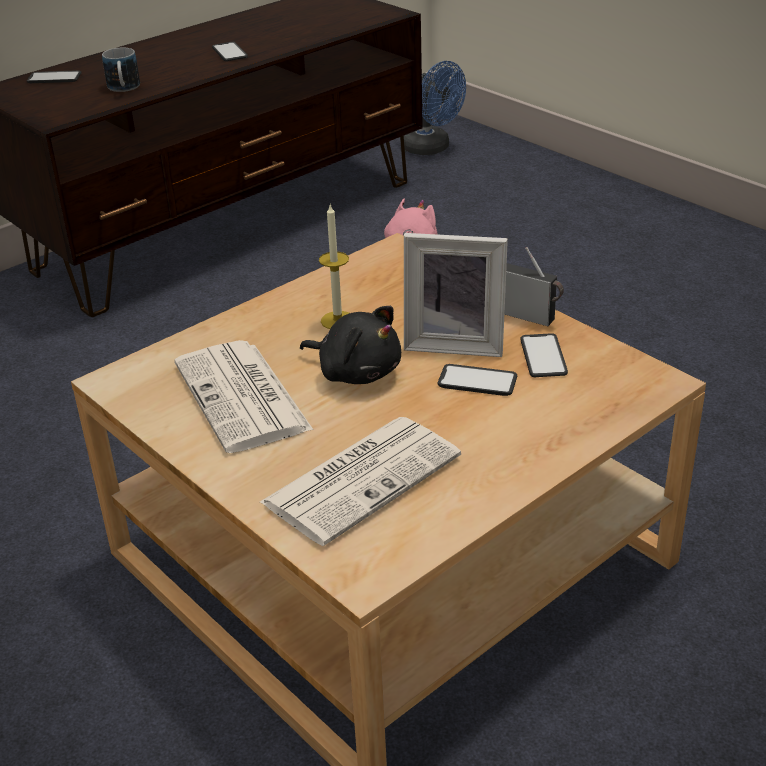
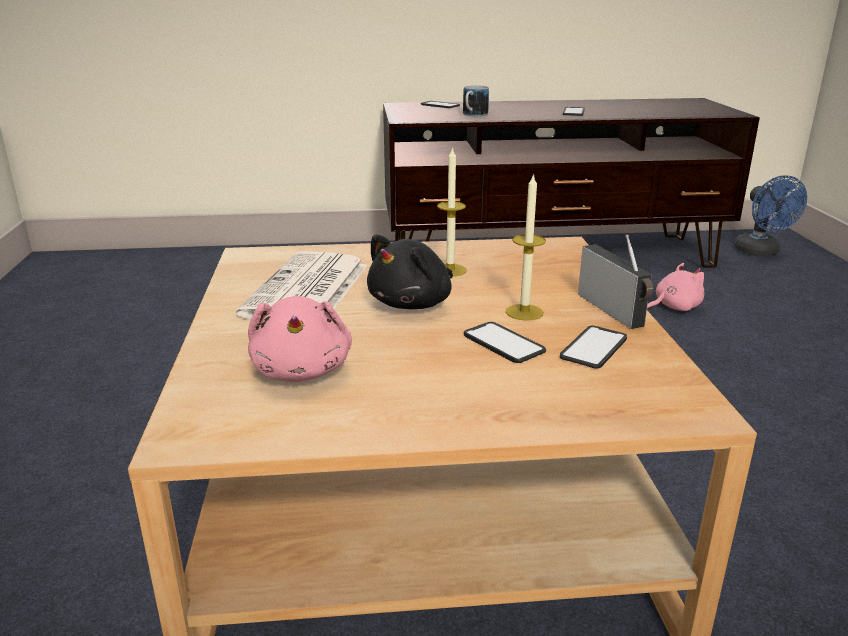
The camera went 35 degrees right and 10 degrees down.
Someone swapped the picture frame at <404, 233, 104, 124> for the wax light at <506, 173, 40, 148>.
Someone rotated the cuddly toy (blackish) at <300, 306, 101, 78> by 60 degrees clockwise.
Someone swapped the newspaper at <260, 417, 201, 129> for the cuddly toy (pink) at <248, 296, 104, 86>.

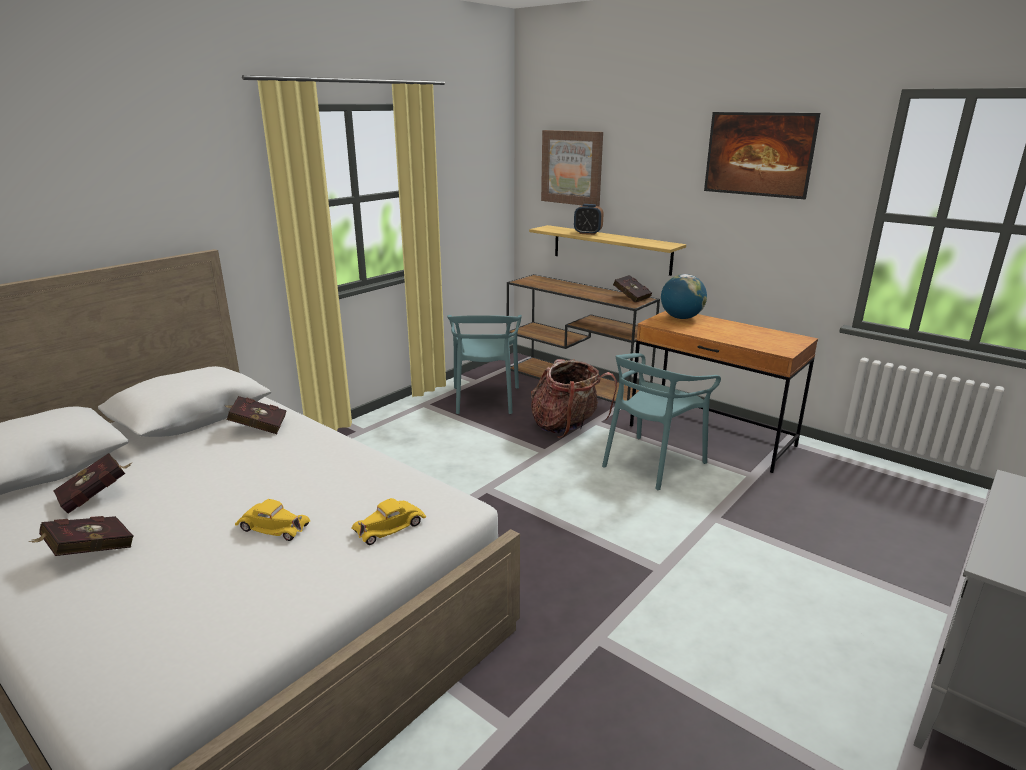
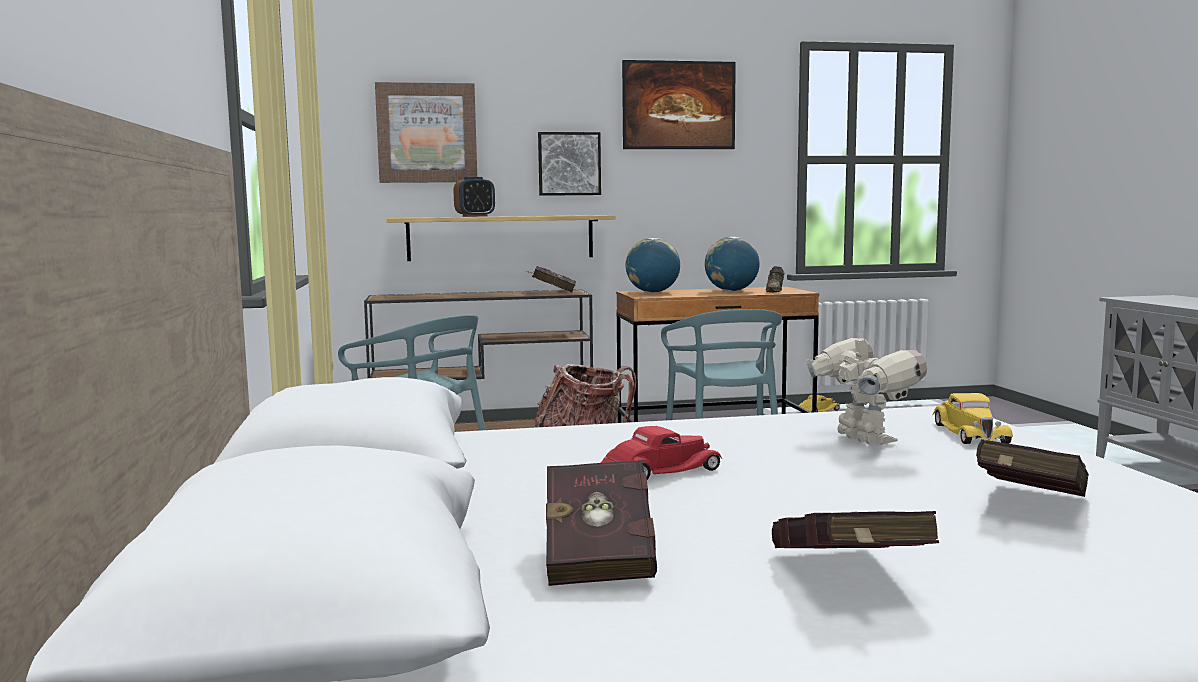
The camera went 50 degrees left and 15 degrees down.
Someone carried the book (red) from <224, 396, 63, 38> to <976, 439, 113, 58>.
Someone carried the toy car (yellow) from <235, 499, 75, 42> to <799, 395, 41, 17>.
Someone put up the picture at <538, 132, 63, 64>.
Someone put down the desk globe at <705, 237, 55, 54>.
Someone put down the item of footwear (brown-coloured) at <766, 266, 19, 26>.
Someone put down the model robot at <806, 329, 121, 116>.
Someone put down the toy car (red) at <601, 426, 121, 54>.

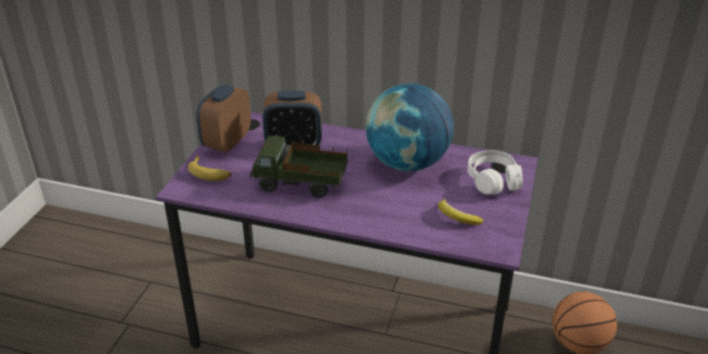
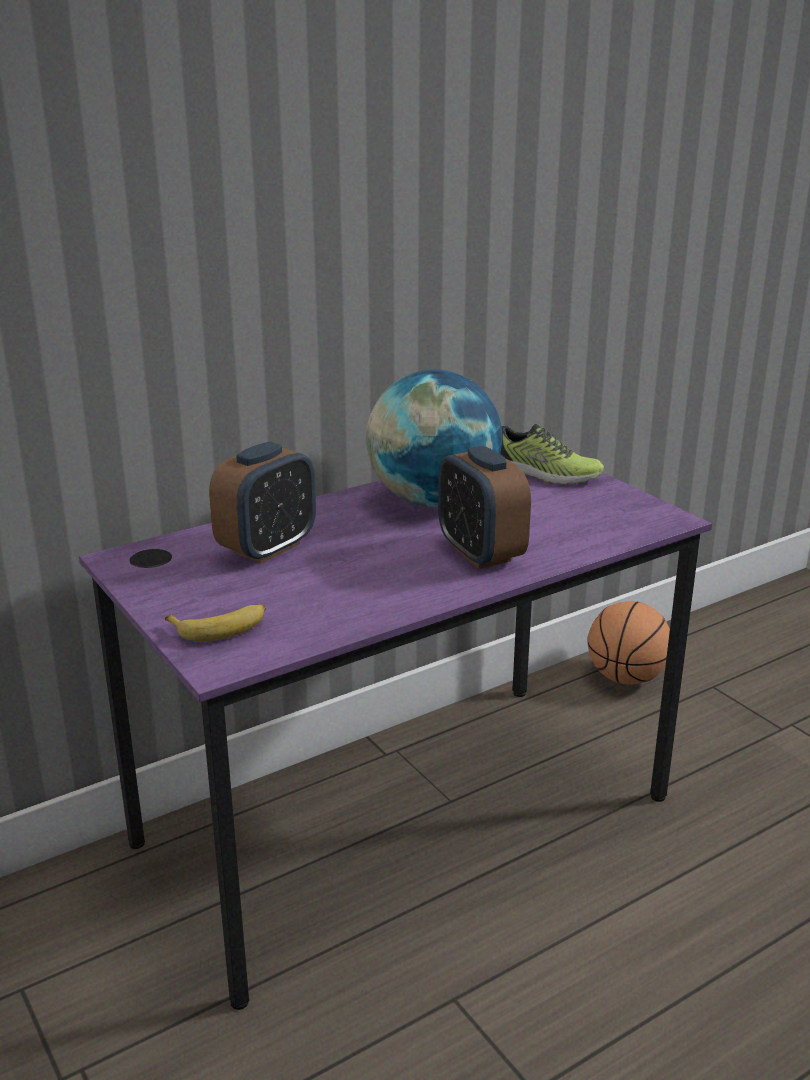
The camera went 50 degrees left and 10 degrees down.
Someone carried the table clock from <196, 85, 55, 68> to <438, 446, 93, 123>.
Someone took away the toy truck at <250, 136, 98, 62>.
Someone swapped the pair of headphones (white) at <468, 150, 55, 45> for the item of footwear at <500, 424, 104, 60>.
Someone took away the banana at <438, 199, 46, 26>.

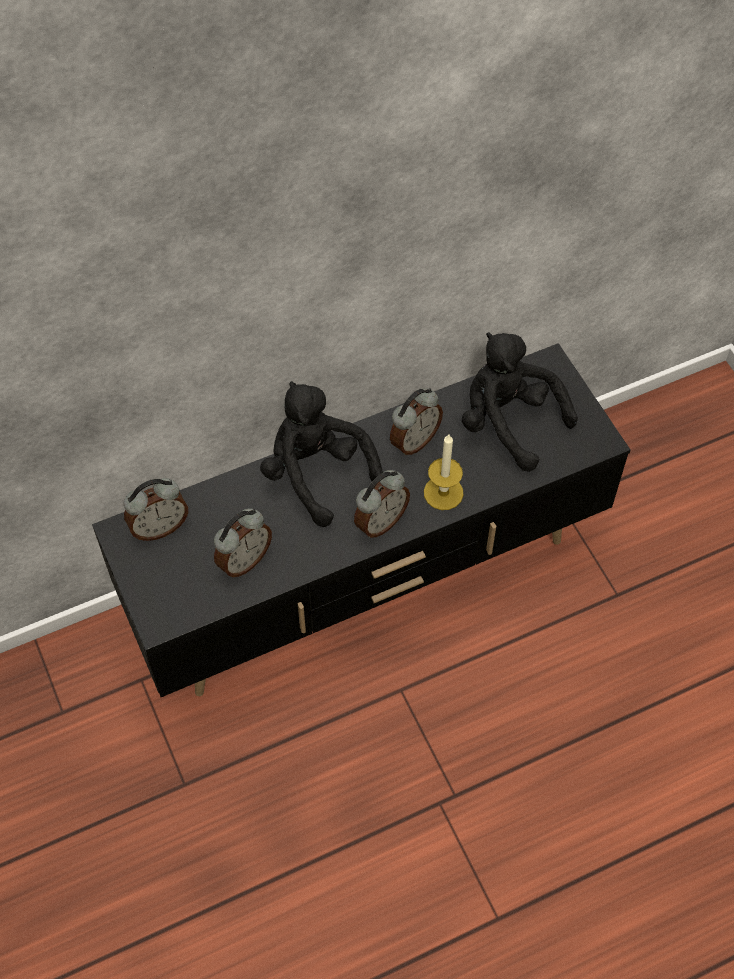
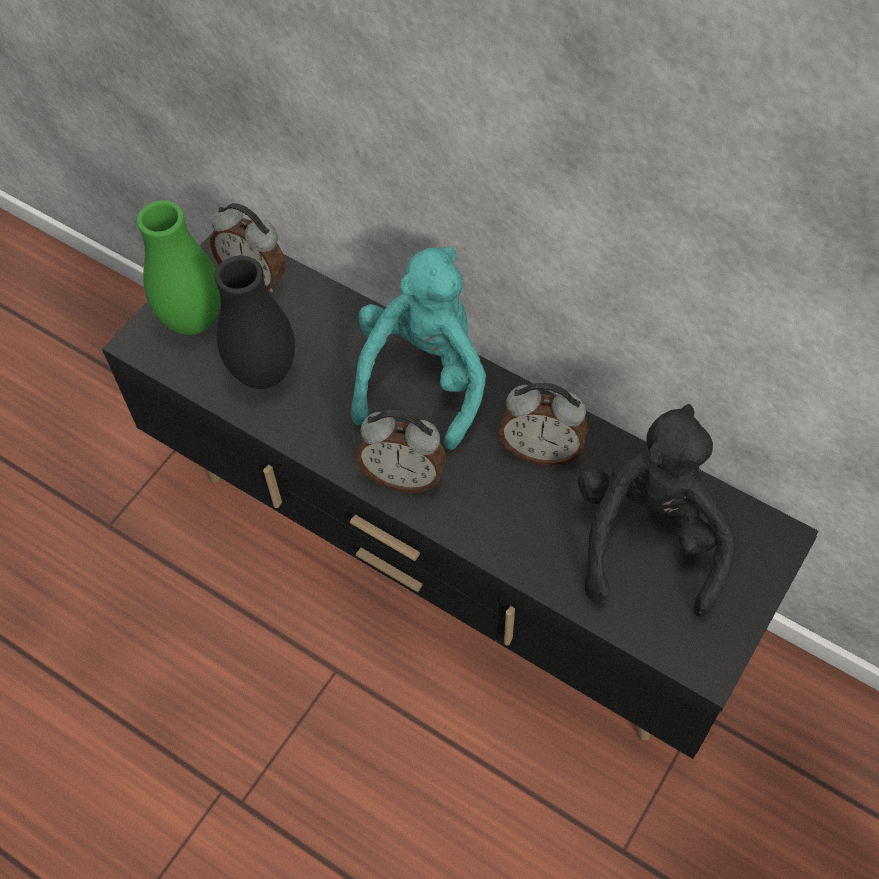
The camera went 60 degrees right and 0 degrees up.
Someone repainted the cuddly toy (blackish) at <260, 381, 123, 146>, which became the cuddly toy (turquoise-coloured) at <351, 246, 135, 204>.
Someone took away the wax light at <424, 435, 40, 75>.
Someone swapped the table clock at <214, 509, 58, 68> for the vase (blackish) at <215, 255, 80, 134>.
Someone put down the vase (green) at <137, 200, 84, 135>.

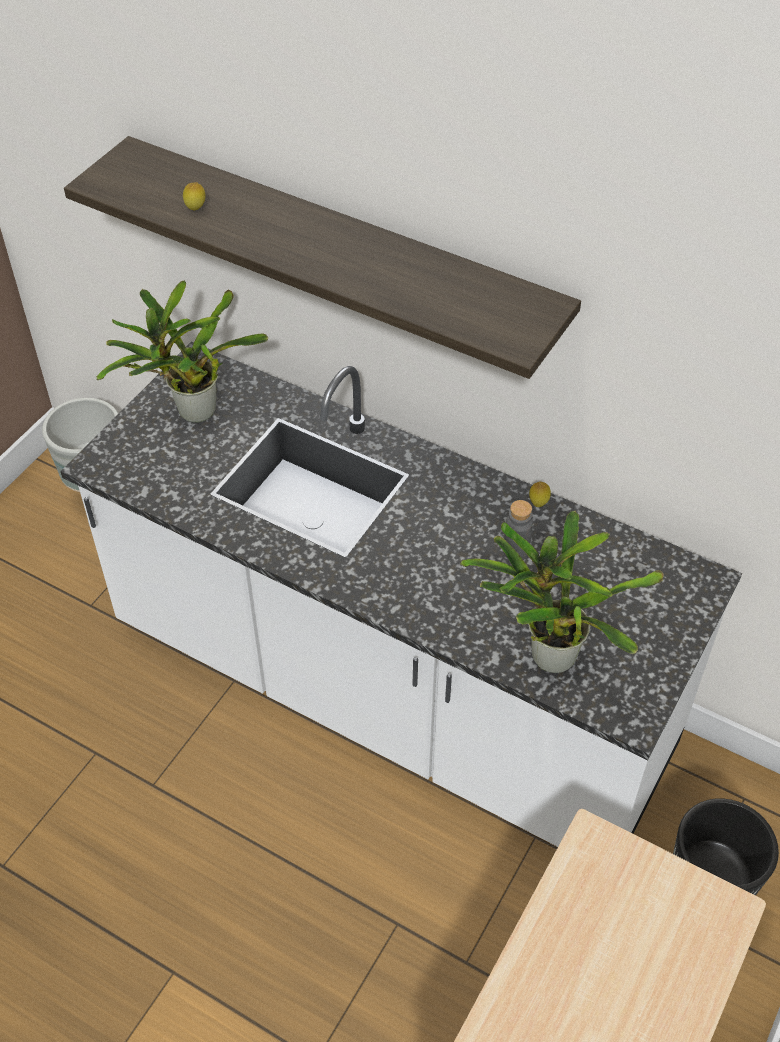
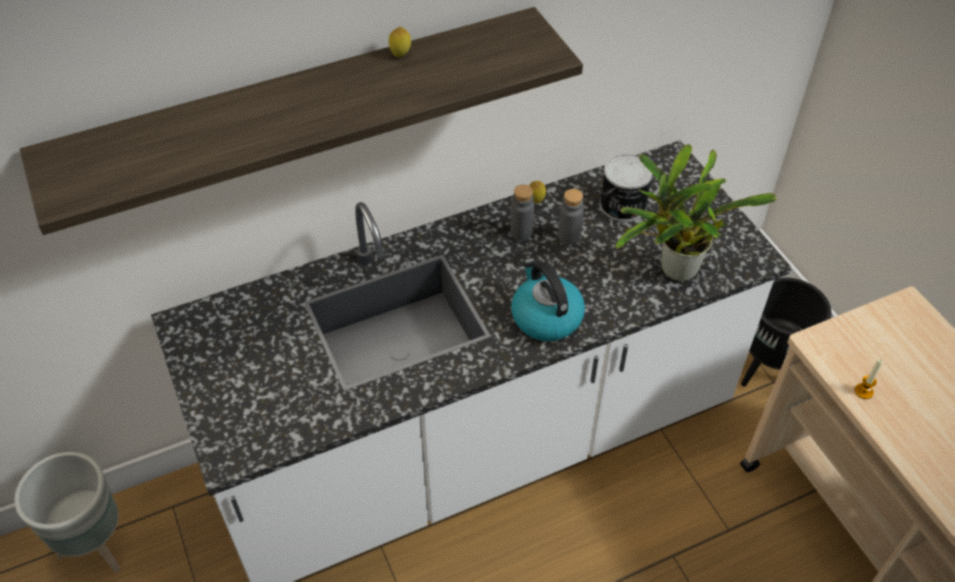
The camera went 55 degrees left and 0 degrees up.
Someone carried the lemon from <183, 182, 22, 28> to <389, 27, 22, 30>.
Someone took away the plant in a pot at <96, 280, 172, 143>.
Someone put down the sealed can at <600, 154, 53, 68>.
Someone put down the drink bottle (greyish) at <510, 185, 24, 55>.
Someone put down the water kettle at <511, 258, 74, 83>.
Someone put down the wax light at <855, 359, 28, 40>.

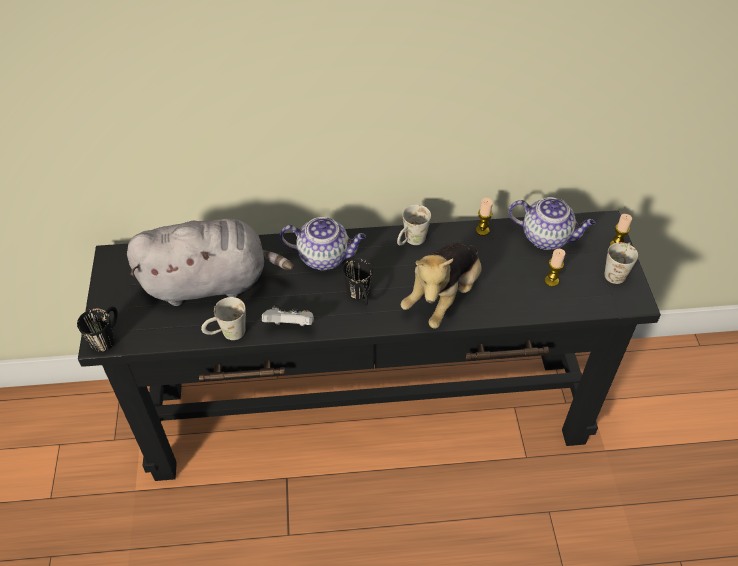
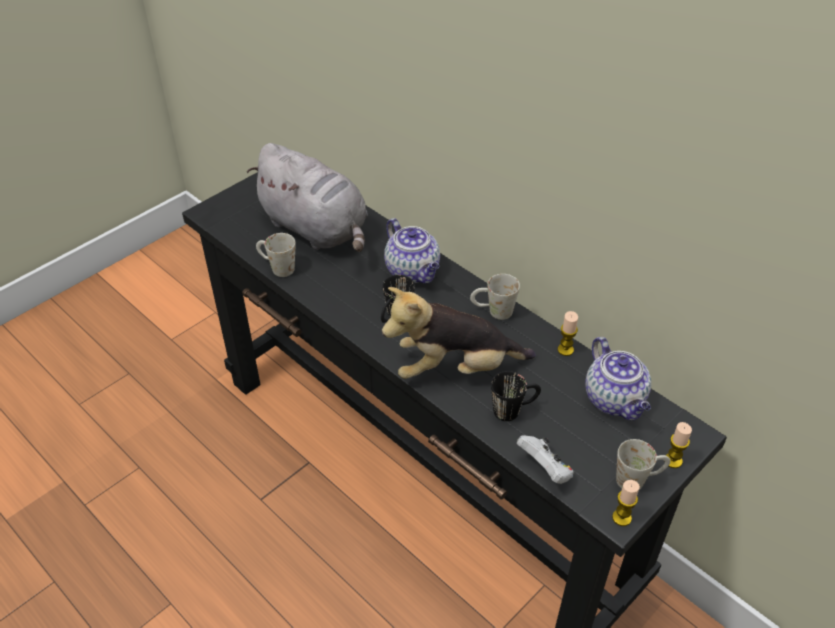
The camera went 50 degrees right and 5 degrees down.
Someone carried the wax light from <544, 249, 21, 38> to <612, 480, 28, 46>.
Someone carried the gamepad (white) from <262, 305, 52, 21> to <516, 435, 58, 49>.
Someone carried the coffee mug (blackish) from <77, 306, 40, 46> to <491, 371, 50, 50>.

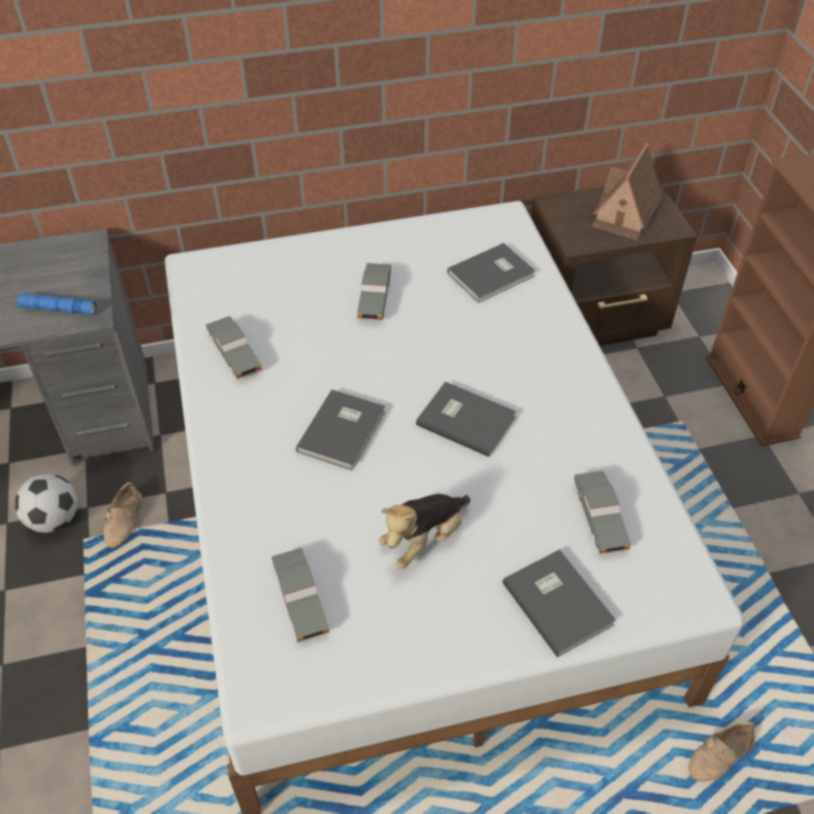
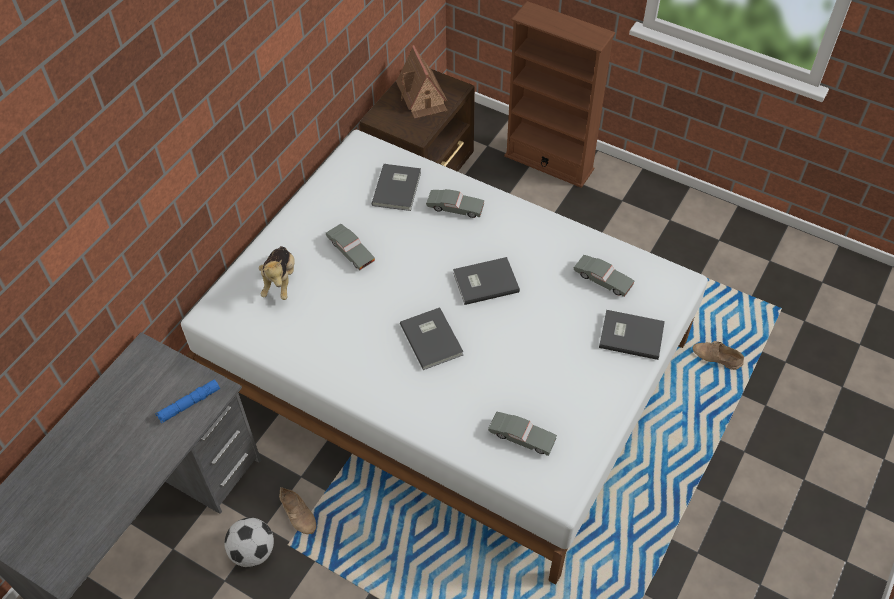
The camera went 45 degrees left and 5 degrees up.
Someone carried the toy car (greyish) from <206, 316, 56, 63> to <426, 189, 58, 29>.
Someone carried the cuddly toy from <379, 494, 91, 75> to <259, 246, 36, 54>.
Someone rotated the item of footwear (beige-coloured) at <688, 722, 67, 60> by 105 degrees clockwise.

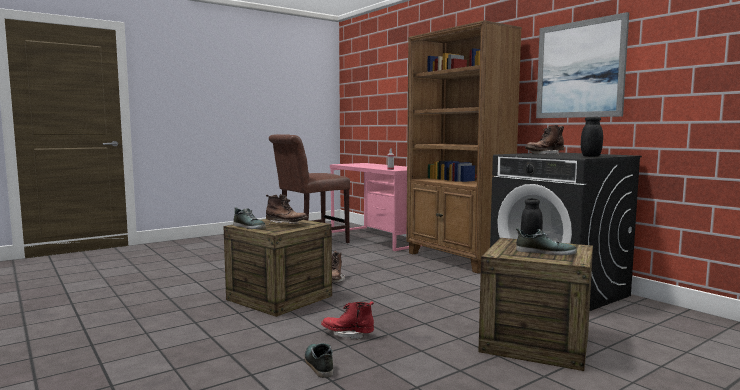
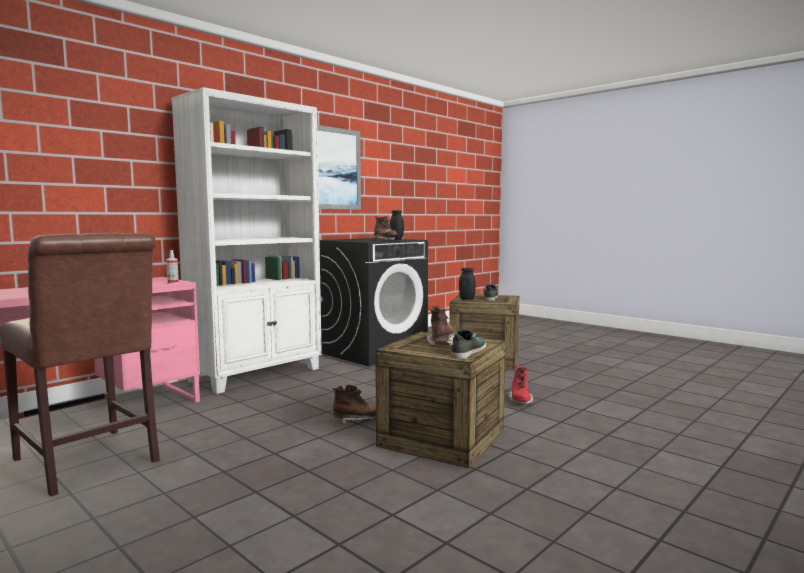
The camera went 100 degrees left and 0 degrees up.
Someone repainted the shelving unit (brown-coloured) at <406, 20, 116, 253>, which became the shelving unit (white) at <171, 87, 151, 307>.
Someone took away the item of footwear at <304, 343, 29, 35>.

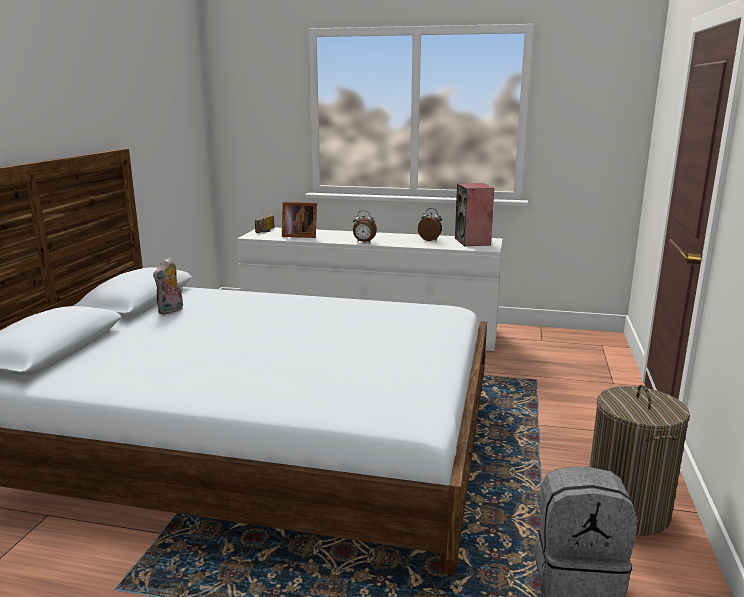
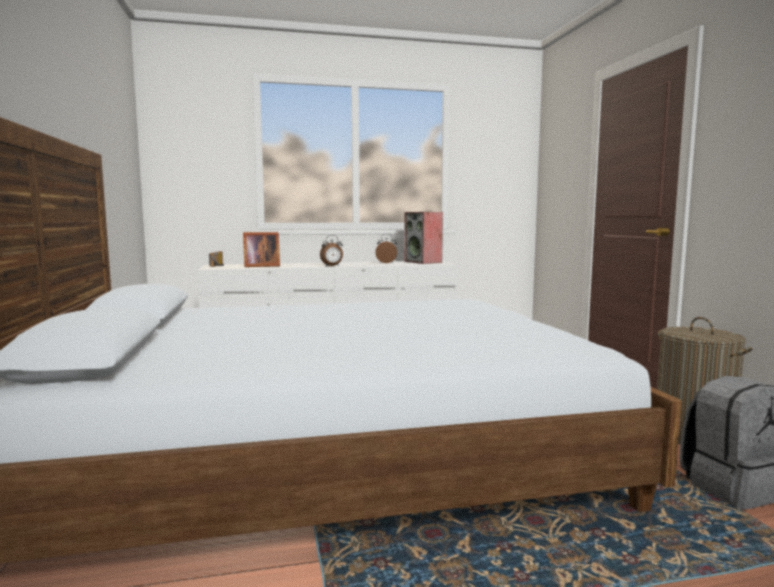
The camera went 25 degrees left and 10 degrees down.
Someone took away the cuddly toy at <153, 257, 30, 57>.

